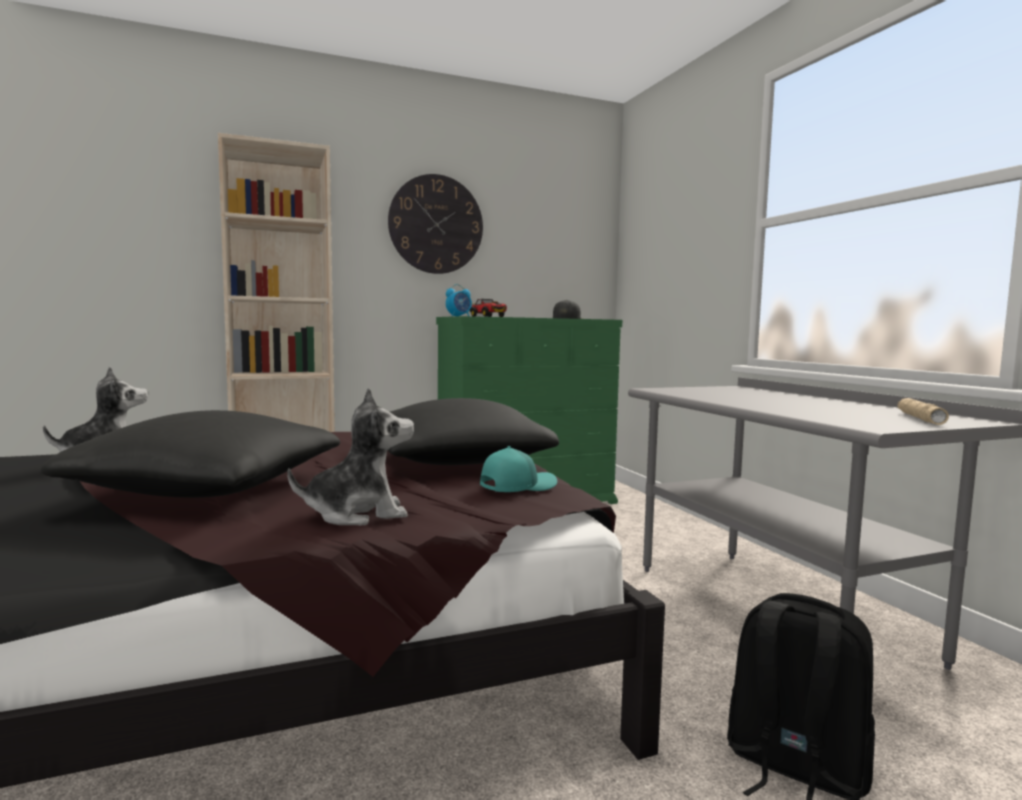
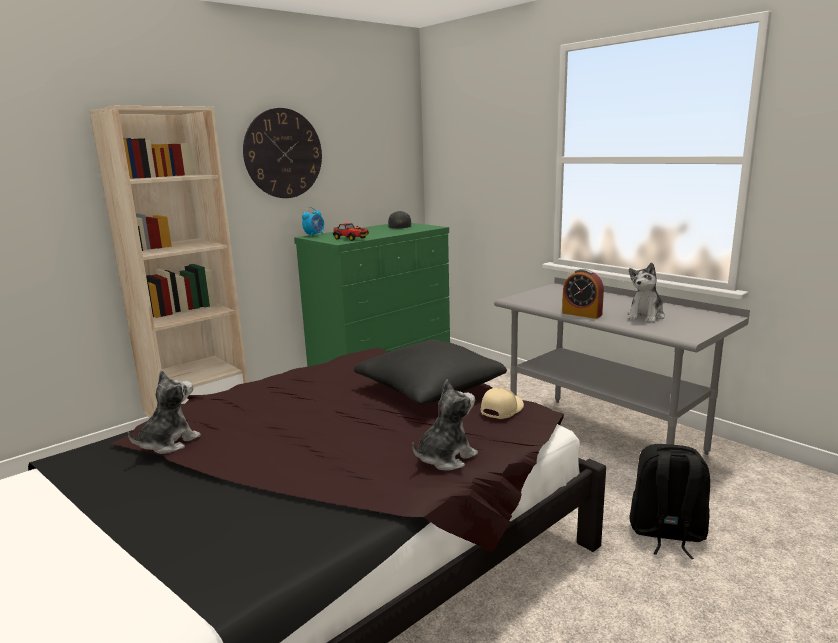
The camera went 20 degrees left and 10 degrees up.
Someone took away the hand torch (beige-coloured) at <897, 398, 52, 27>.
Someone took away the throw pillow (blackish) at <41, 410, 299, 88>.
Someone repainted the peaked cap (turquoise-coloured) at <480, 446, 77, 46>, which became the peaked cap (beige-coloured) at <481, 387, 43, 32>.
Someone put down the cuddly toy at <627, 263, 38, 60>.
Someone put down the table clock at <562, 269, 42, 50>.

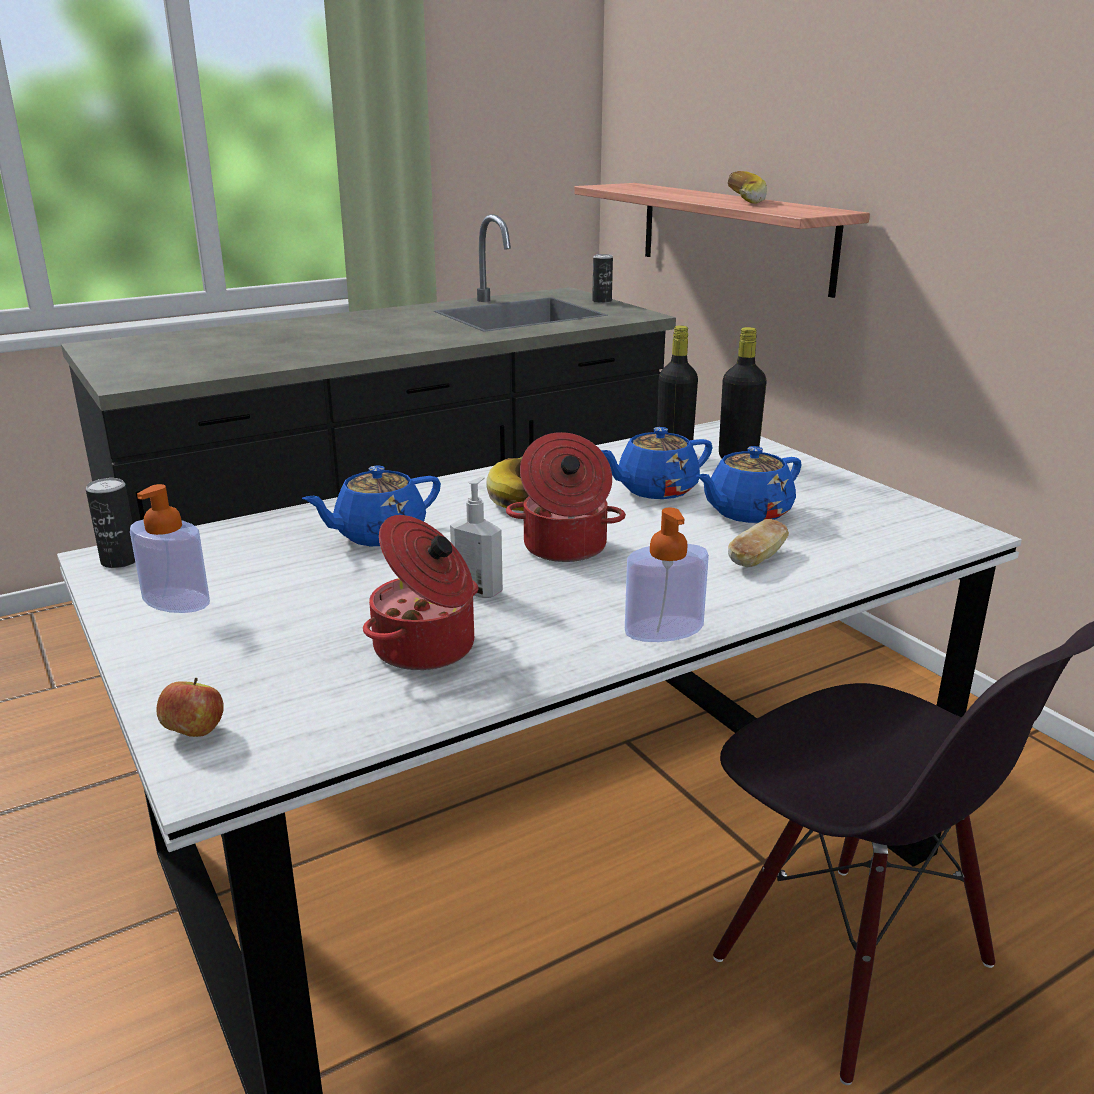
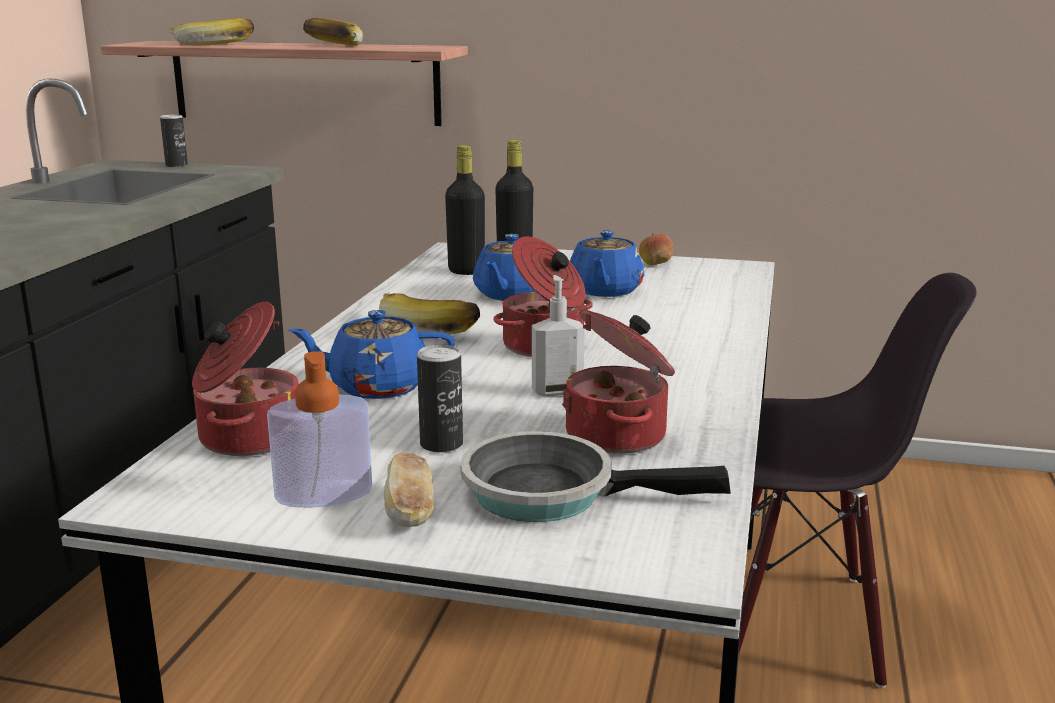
The camera went 45 degrees left and 5 degrees down.
Someone rotated the teapot (blue) at <302, 466, 139, 80> by 75 degrees clockwise.
Someone carried the sealed can from <86, 478, 49, 90> to <417, 345, 46, 107>.
Someone took away the soap dispenser at <625, 508, 84, 134>.
Someone carried the bread from <728, 519, 61, 48> to <384, 453, 50, 74>.
Someone carried the apple fruit from <157, 678, 67, 59> to <639, 234, 34, 31>.
Someone put down the banana at <168, 18, 86, 27>.
Someone put down the saucepot at <192, 301, 107, 155>.
Someone put down the frying pan at <460, 431, 271, 91>.

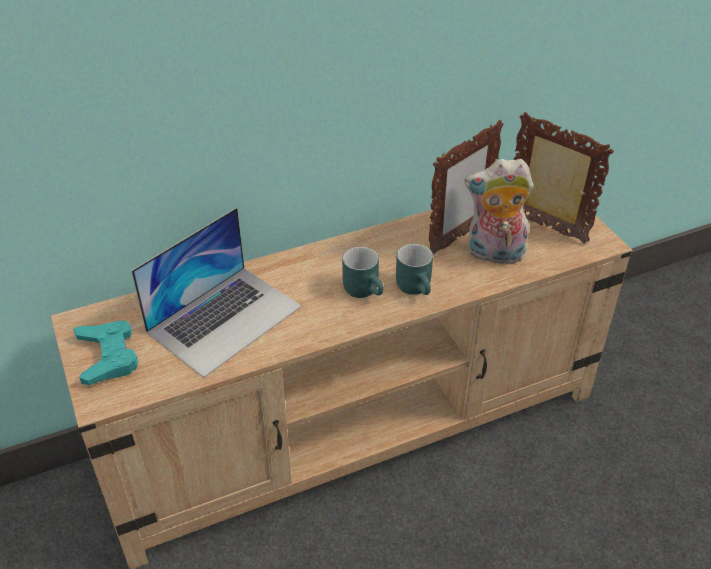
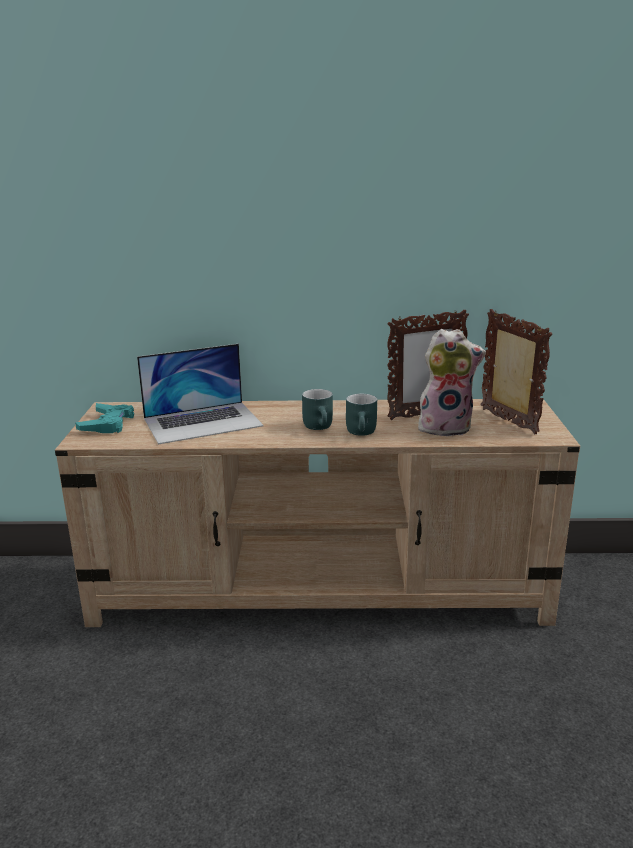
The camera went 25 degrees right and 20 degrees down.
Someone rotated the cuddly toy at <465, 159, 69, 105> by 150 degrees clockwise.

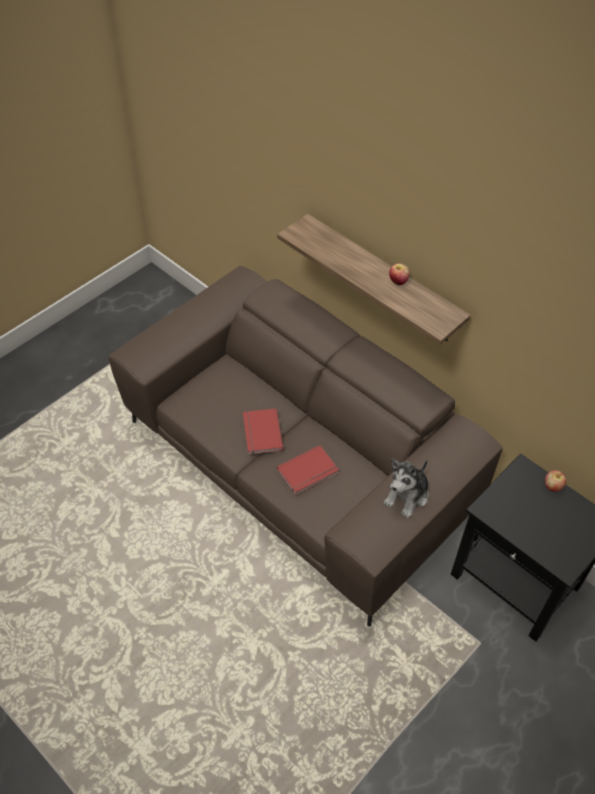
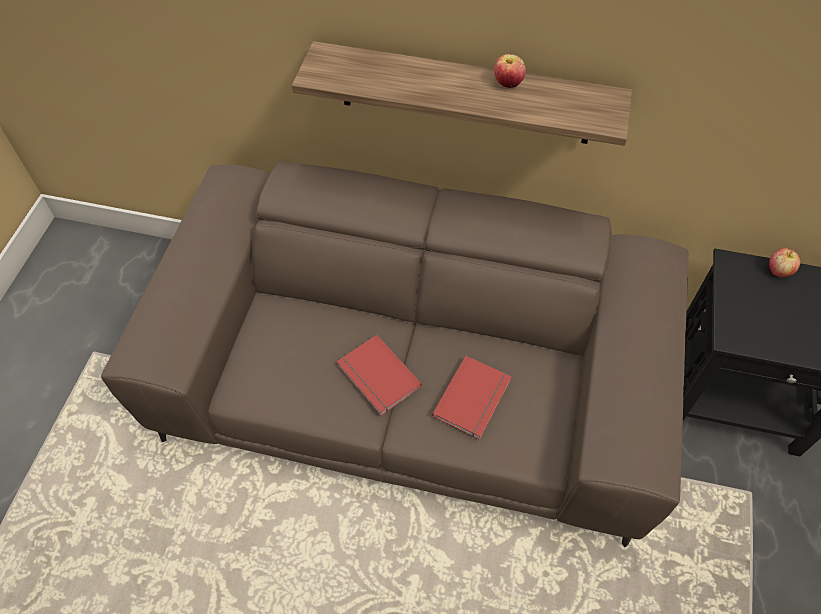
The camera went 30 degrees left and 5 degrees up.
Someone took away the cuddly toy at <384, 459, 45, 59>.

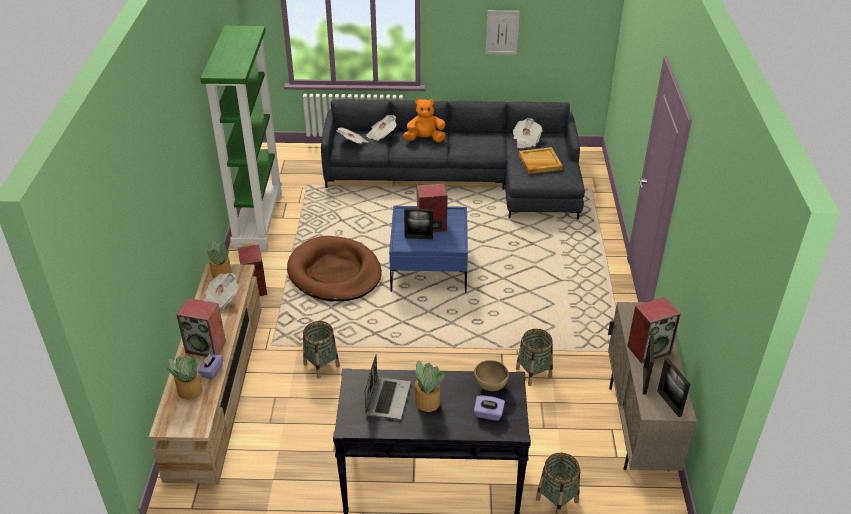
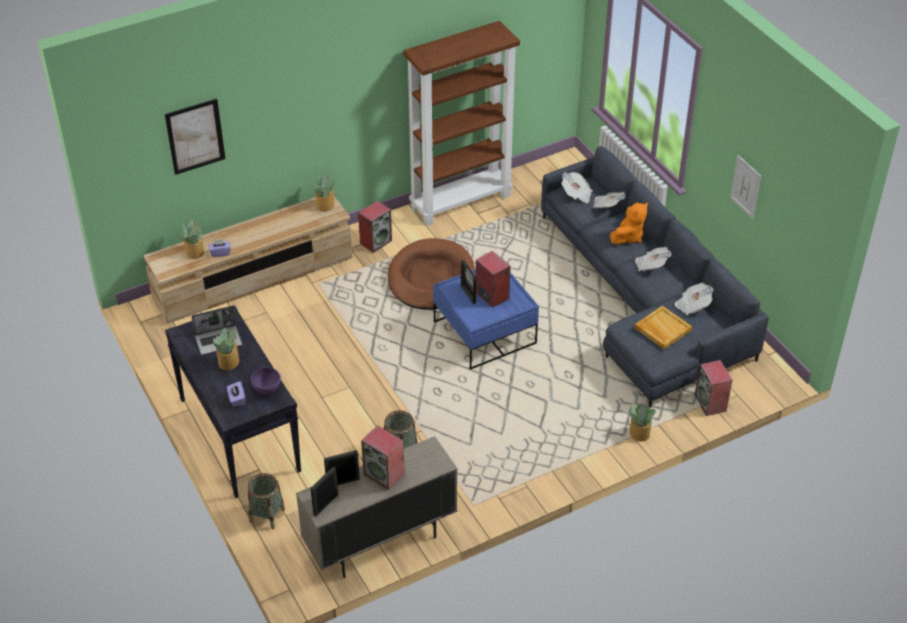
The camera went 60 degrees right and 5 degrees up.
Someone repainted the shelving unit (green) at <200, 26, 82, 225>, which became the shelving unit (brown-coloured) at <403, 21, 117, 205>.
Someone rotated the cuddly toy (orange-coloured) at <403, 98, 43, 44> by 75 degrees clockwise.
Someone carried the newspaper from <203, 273, 36, 36> to <635, 247, 36, 24>.
Someone carried the loudspeaker from <177, 298, 49, 59> to <695, 360, 37, 56>.
Someone took away the storage basket at <303, 321, 37, 57>.
Someone repainted the deep dish (brown-coloured) at <474, 360, 35, 31>, which became the deep dish (purple) at <251, 367, 30, 27>.
Someone put up the picture at <165, 99, 60, 76>.
Someone put down the plant in a pot at <628, 403, 28, 38>.

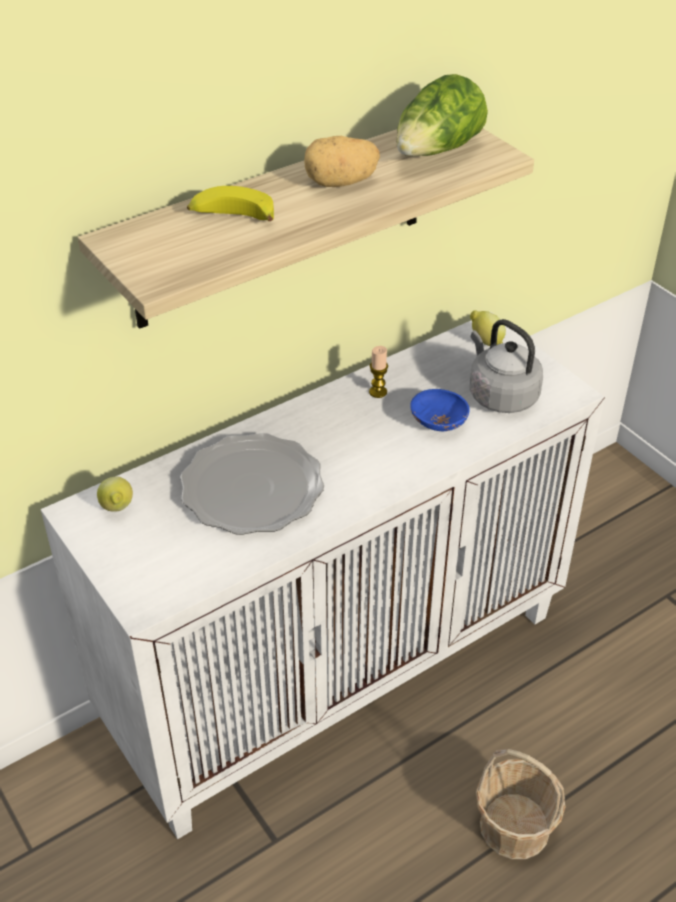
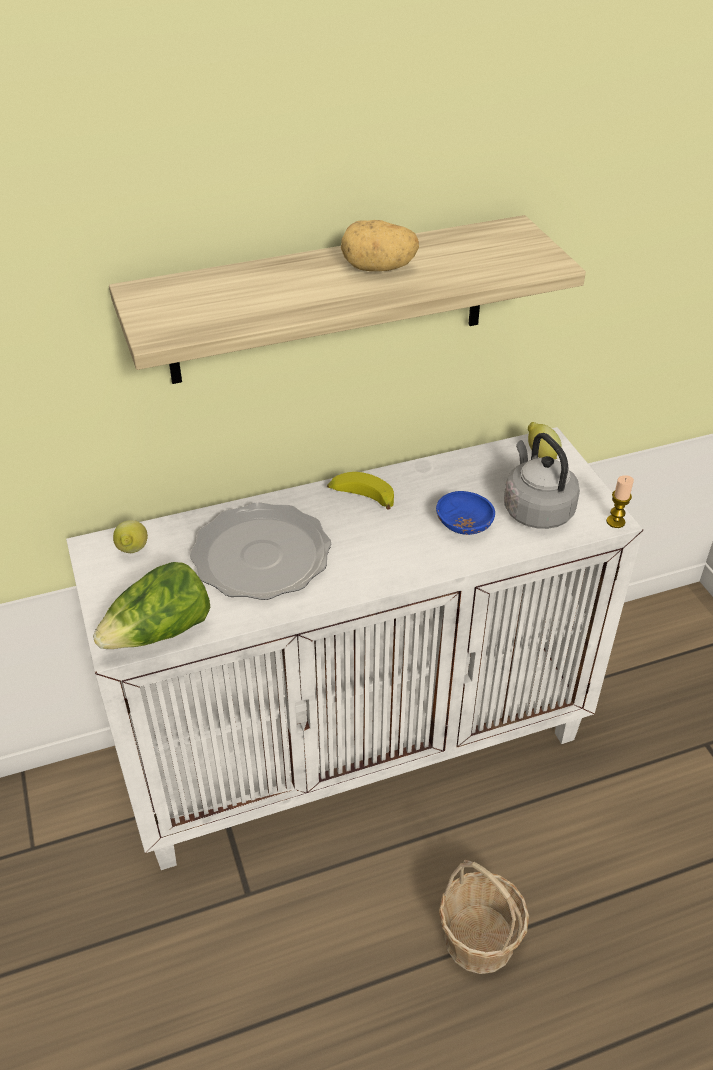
The camera went 15 degrees right and 0 degrees up.
Someone carried the lettuce head from <396, 74, 92, 82> to <93, 562, 117, 87>.
Someone carried the banana from <187, 186, 87, 35> to <327, 472, 67, 38>.
Someone carried the wax light from <369, 346, 19, 52> to <606, 475, 28, 53>.

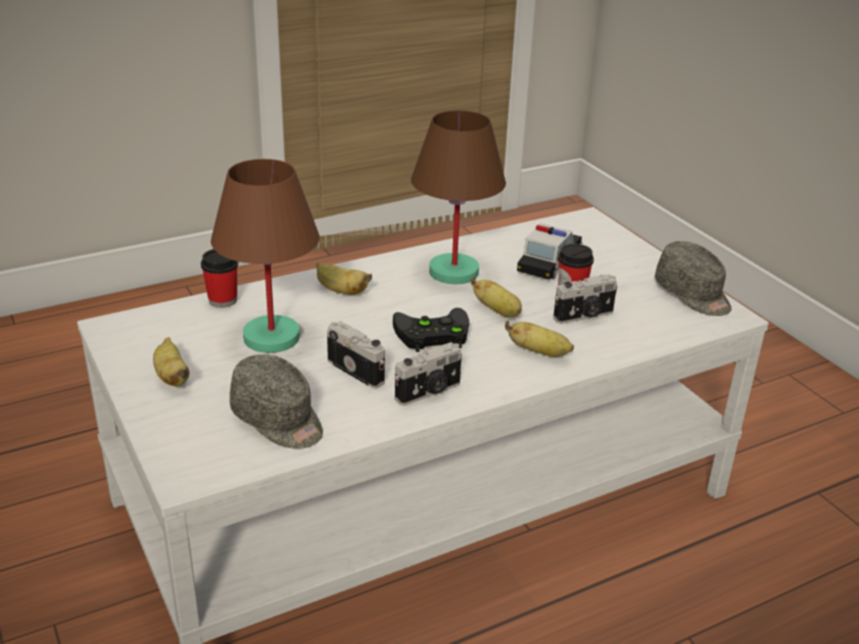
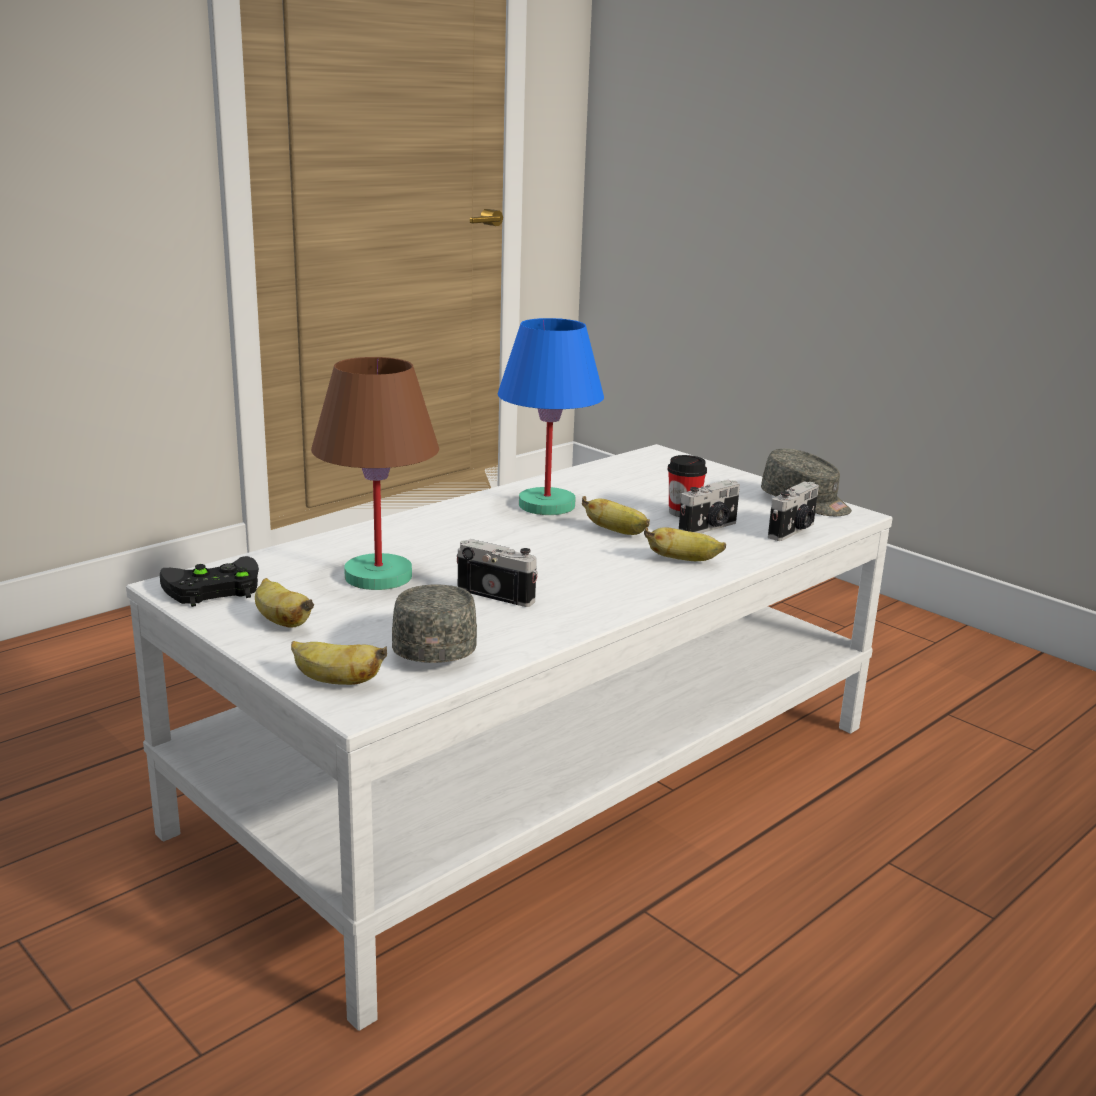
The camera went 15 degrees left and 10 degrees down.
Someone repainted the table lamp (brown-coloured) at <411, 110, 95, 174>, which became the table lamp (blue) at <498, 318, 106, 197>.
Someone took away the toy car at <517, 224, 65, 56>.
Someone took away the small cup at <201, 249, 37, 59>.
Someone carried the banana from <316, 262, 56, 33> to <291, 641, 96, 44>.
Someone carried the gamepad (blackish) from <393, 308, 76, 44> to <160, 556, 99, 51>.
Someone carried the photo camera from <395, 342, 67, 64> to <768, 481, 51, 60>.
Someone rotated the peaked cap (greyish) at <230, 354, 93, 95> by 120 degrees counterclockwise.

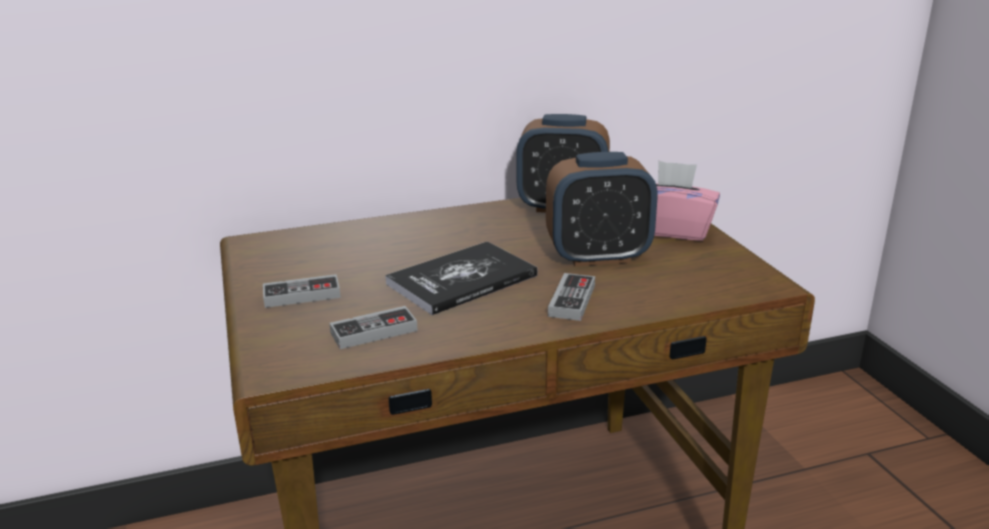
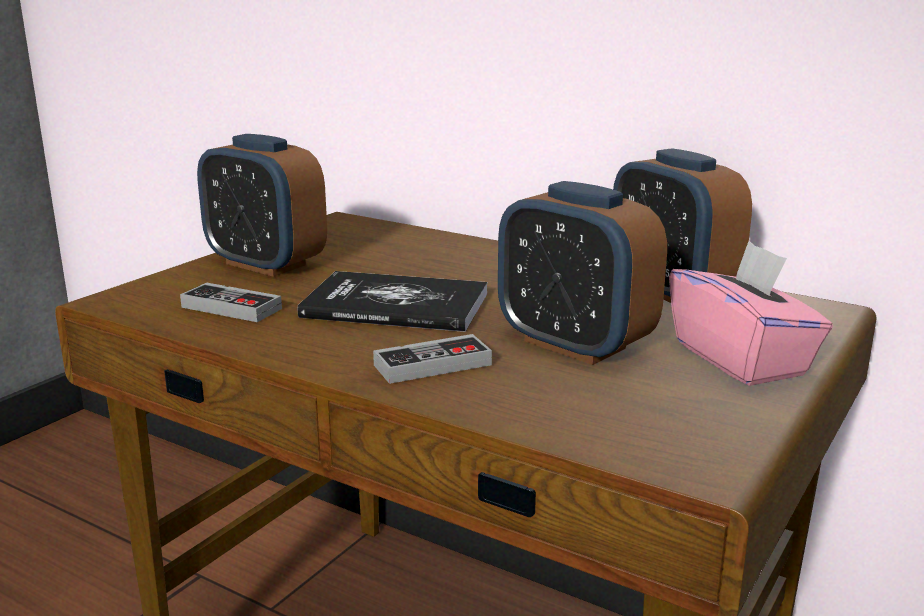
The camera went 50 degrees right and 5 degrees down.
Someone swapped the gamepad at <263, 274, 78, 34> for the table clock at <197, 134, 130, 143>.

